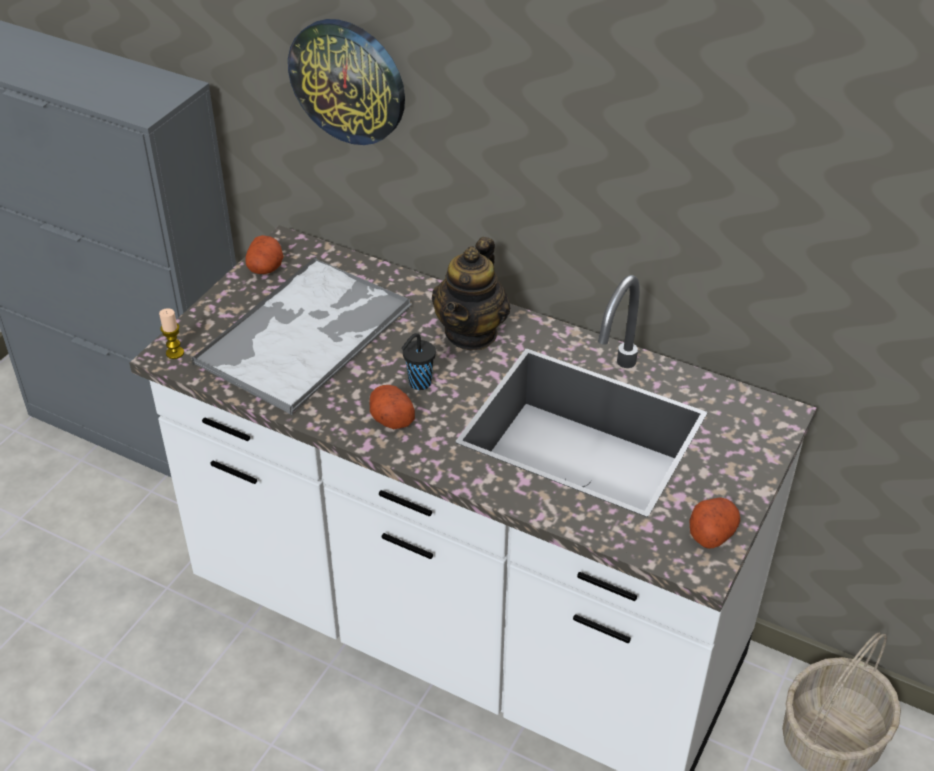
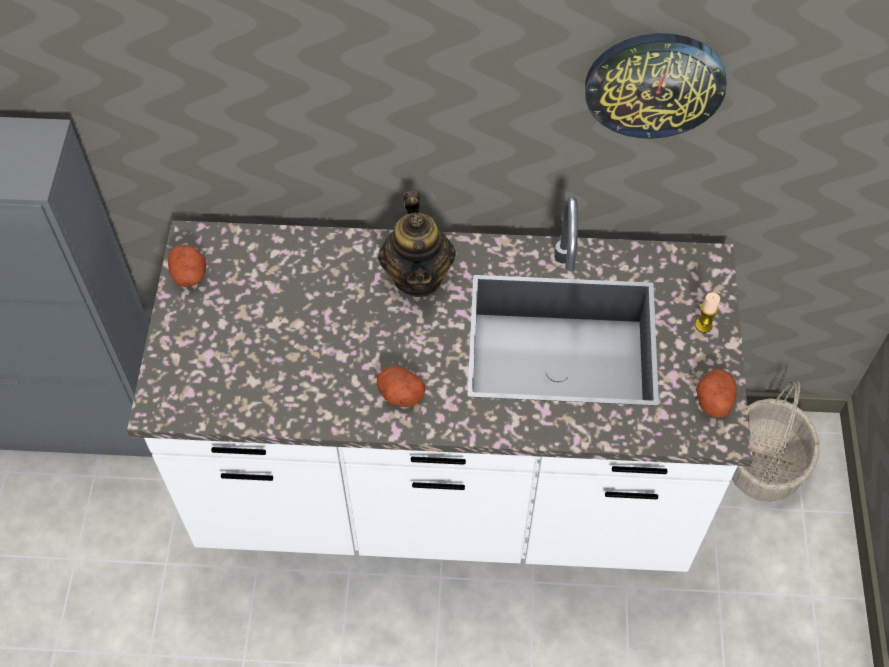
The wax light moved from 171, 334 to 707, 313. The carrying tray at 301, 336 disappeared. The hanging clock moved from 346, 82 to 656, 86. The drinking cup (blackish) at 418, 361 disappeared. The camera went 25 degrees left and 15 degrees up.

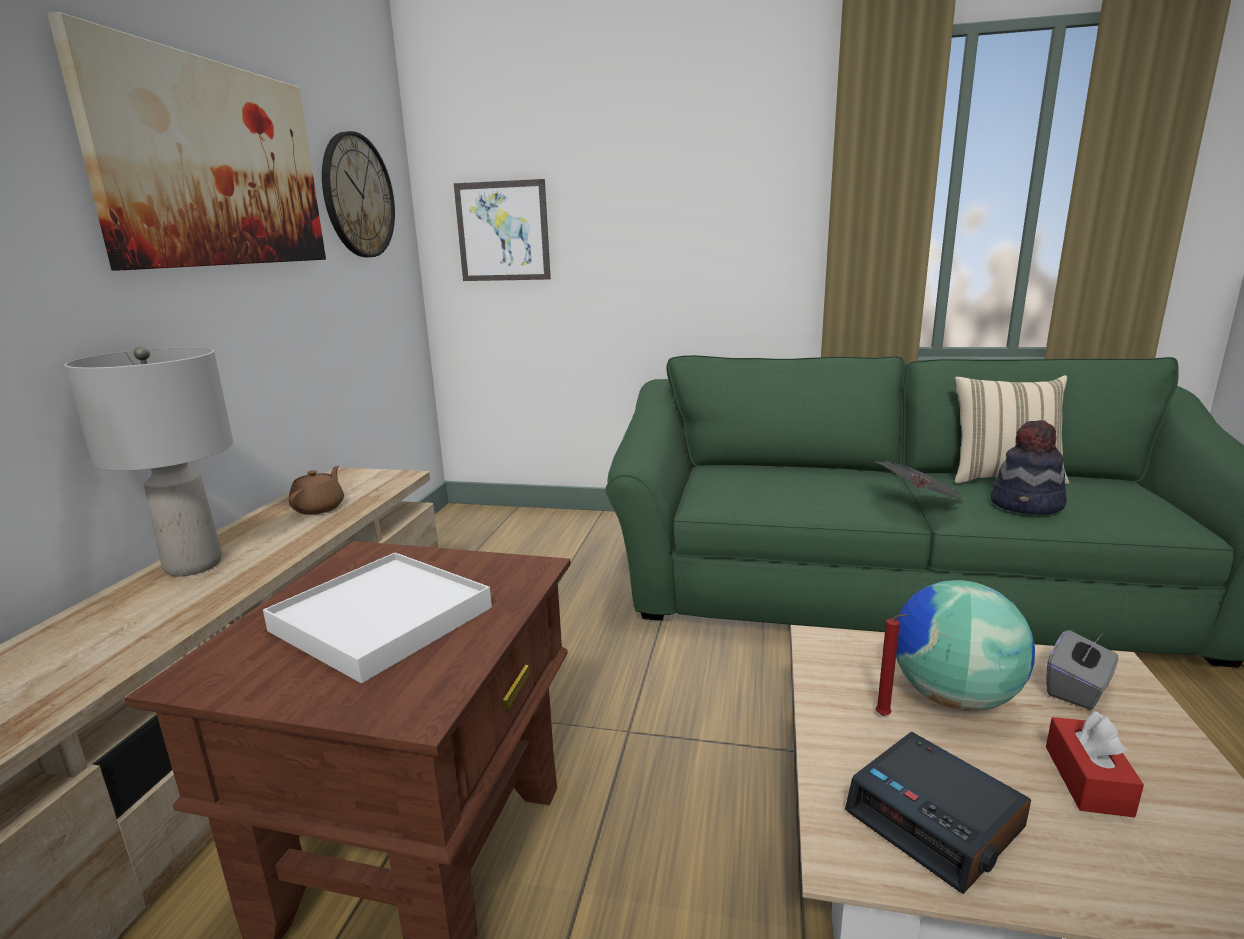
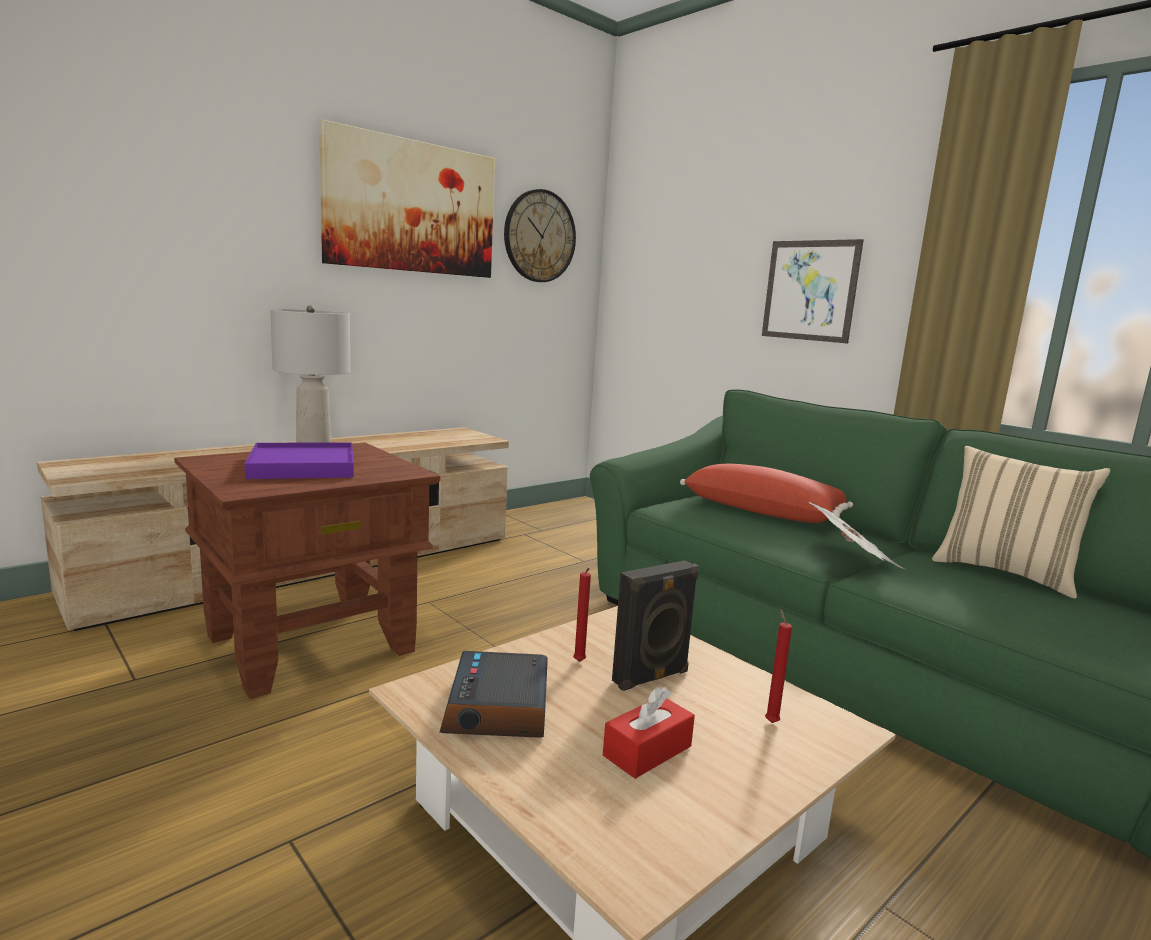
The carrying tray (white) at 377, 618 became the carrying tray (purple-coloured) at 299, 461. The pot for tea (brown-coloured) at 316, 490 disappeared. The picture moved from 502, 230 to 813, 291. The world globe at 965, 645 was replaced by the audio speaker (blackish) at 655, 625. The clothing hat at 1028, 467 disappeared. The box of tissues (grey) at 1082, 670 was replaced by the wax light (reddish) at 778, 665. The throw pillow (reddish) at 766, 493 appeared. The camera went 35 degrees right and 5 degrees down.

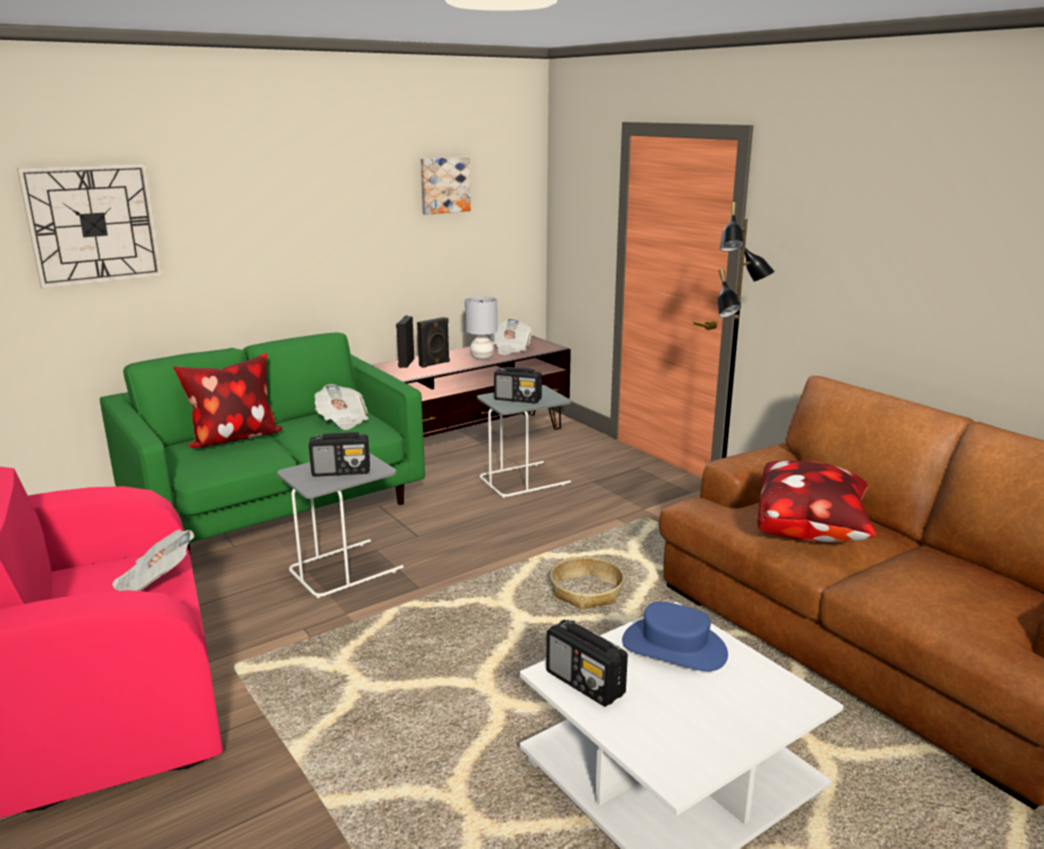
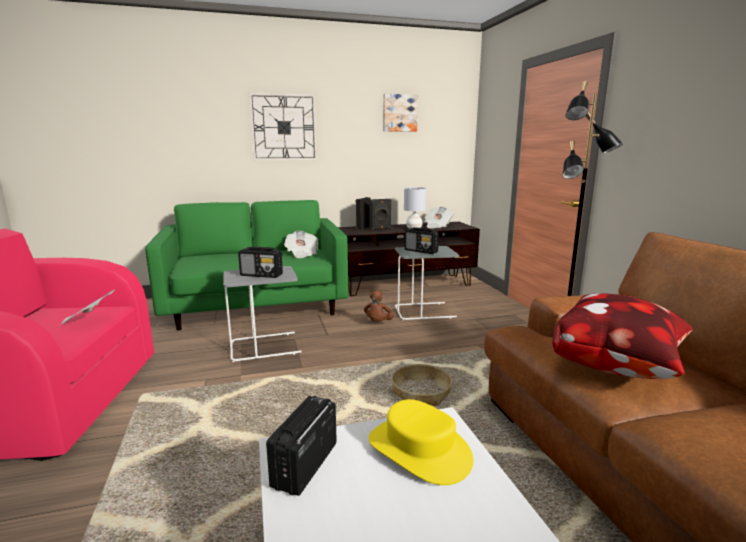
The hanging clock moved from 89, 225 to 283, 127. The throw pillow at 228, 400 disappeared. The radio at 587, 663 turned 45 degrees clockwise. The clothing hat (blue) at 675, 636 became the clothing hat (yellow-coloured) at 420, 442. The soft toy (brown-coloured) at 379, 306 appeared. The camera went 20 degrees right and 5 degrees down.

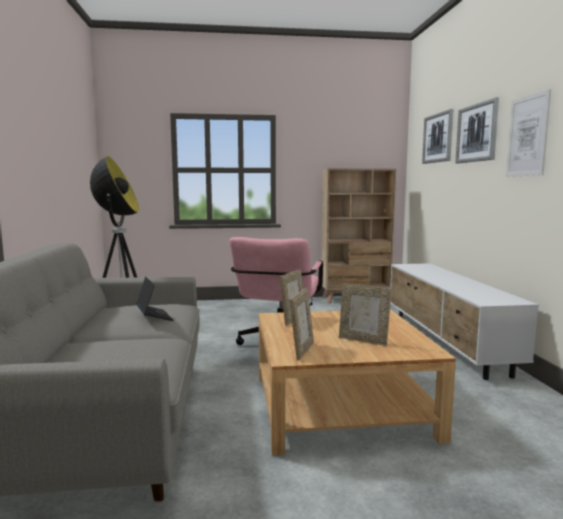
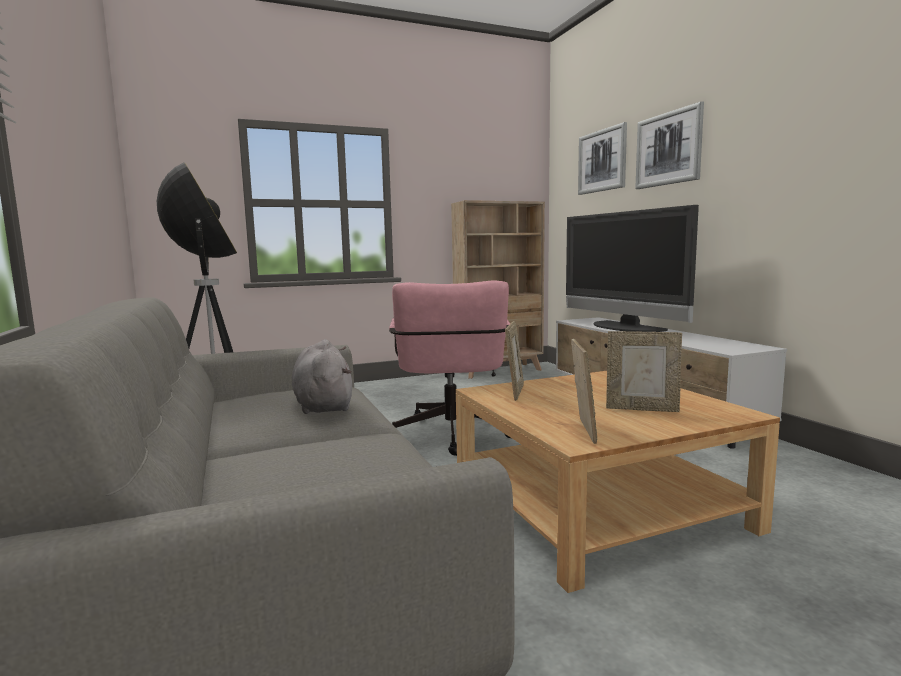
The portable computer at 155, 299 was replaced by the soft toy (grey) at 322, 376. The picture at 528, 133 disappeared. The TV at 632, 268 appeared. The camera went 15 degrees left and 0 degrees up.

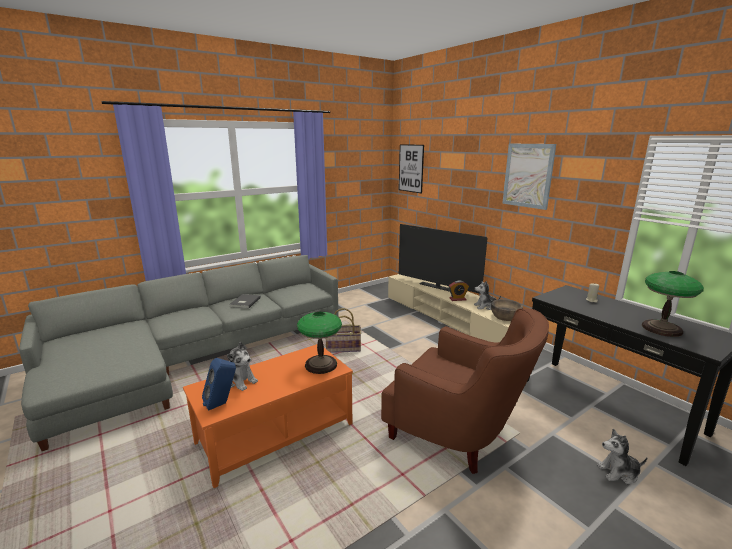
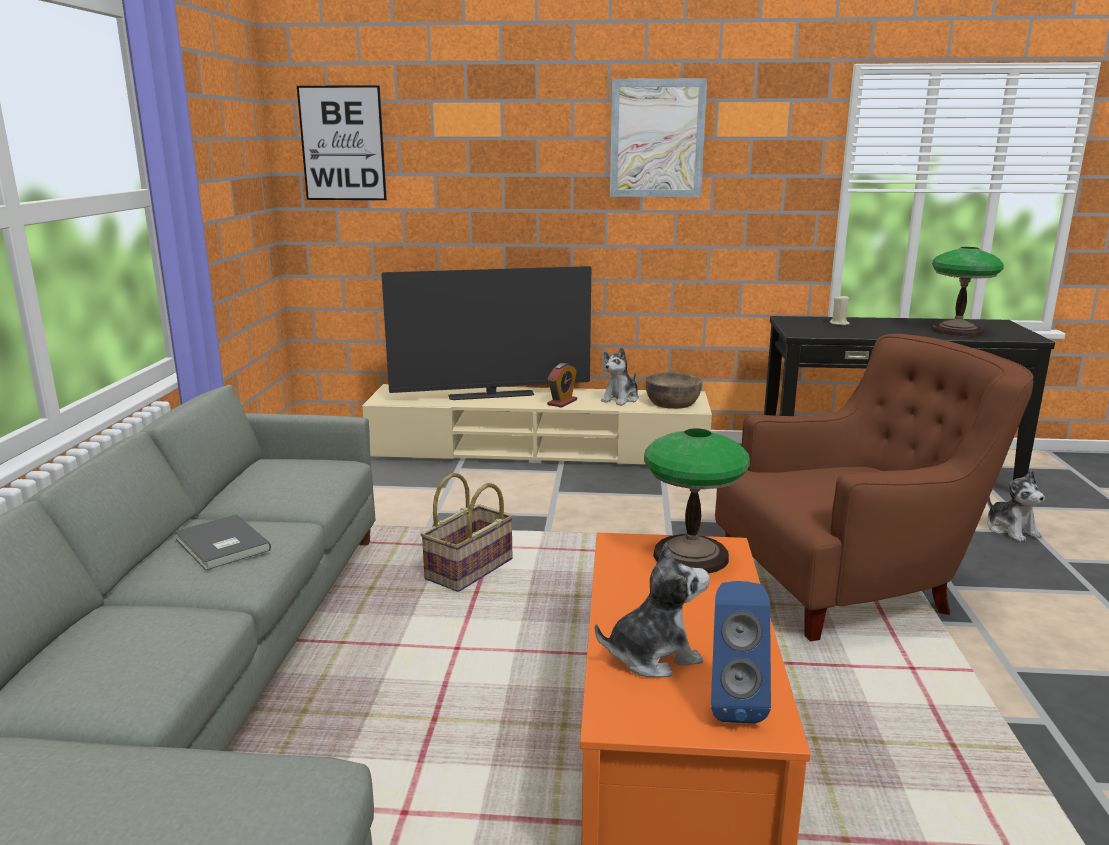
The soft toy at 622, 456 turned 60 degrees counterclockwise. The camera went 50 degrees left and 0 degrees up.

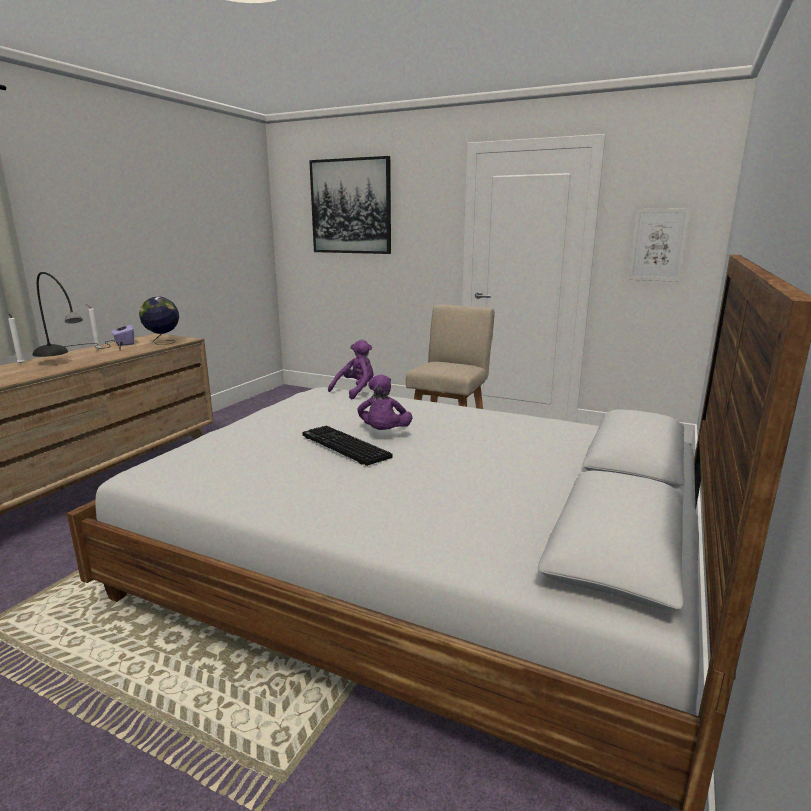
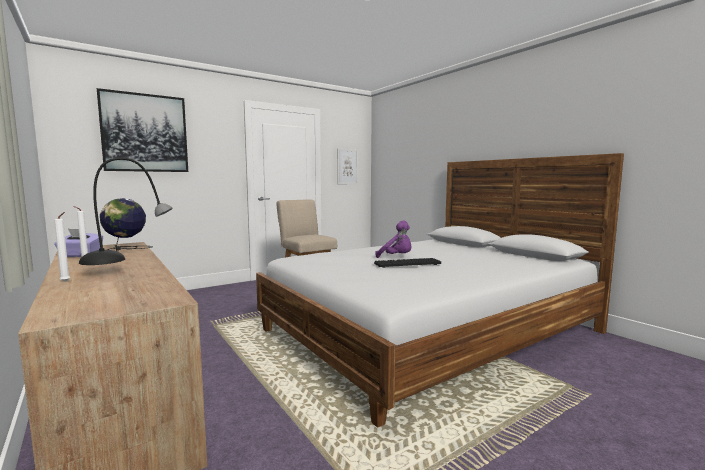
The soft toy (purple-coloured) at 351, 369 disappeared. The camera went 60 degrees left and 10 degrees down.

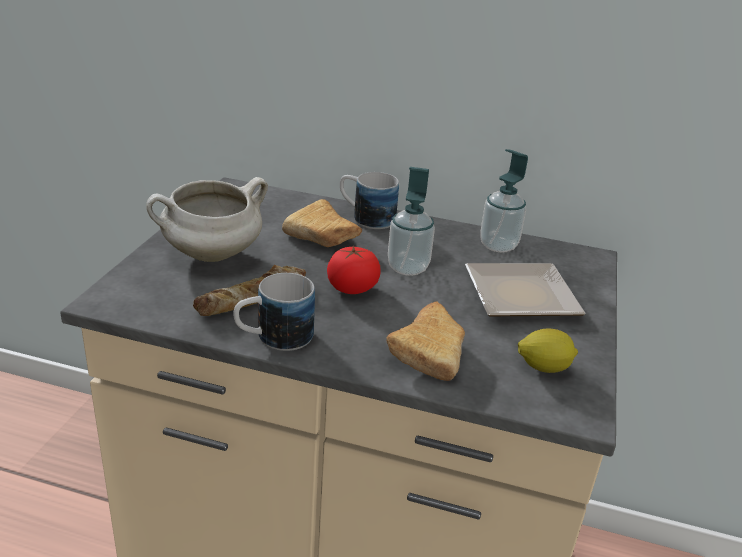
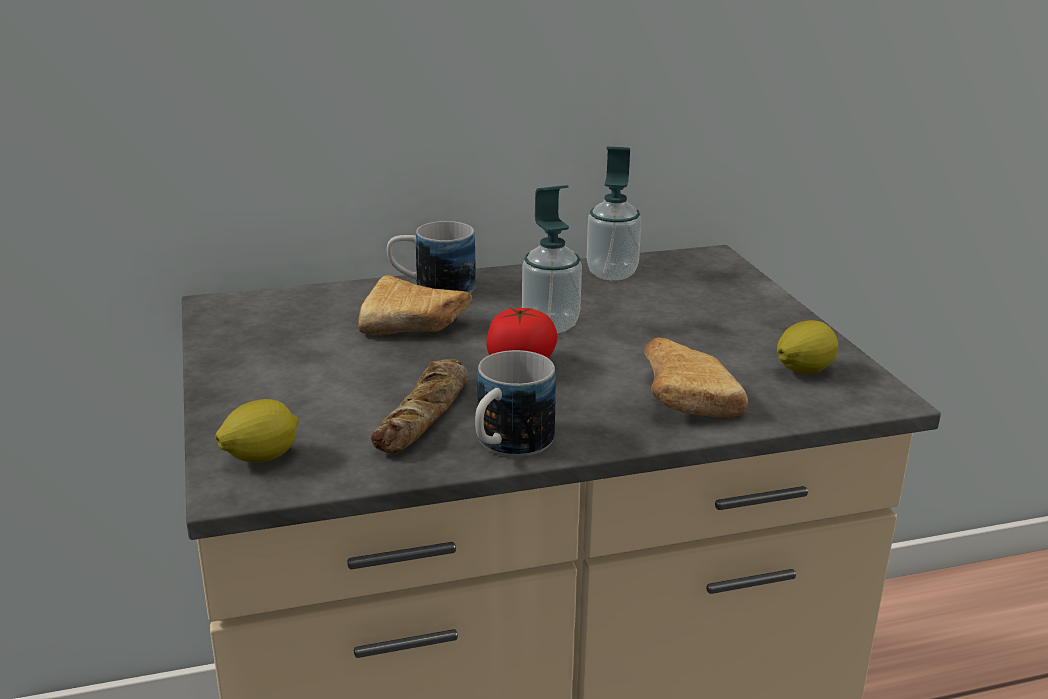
The stockpot (white) at 207, 219 disappeared. The plate at 525, 289 disappeared. The whole lemon at 257, 431 appeared. The camera went 30 degrees left and 5 degrees down.

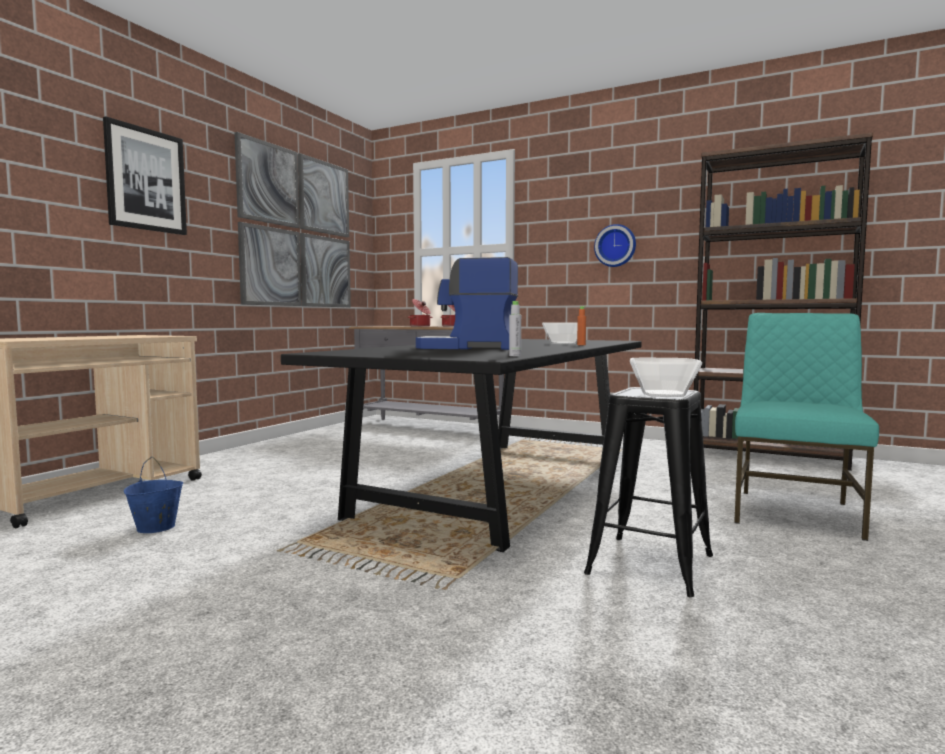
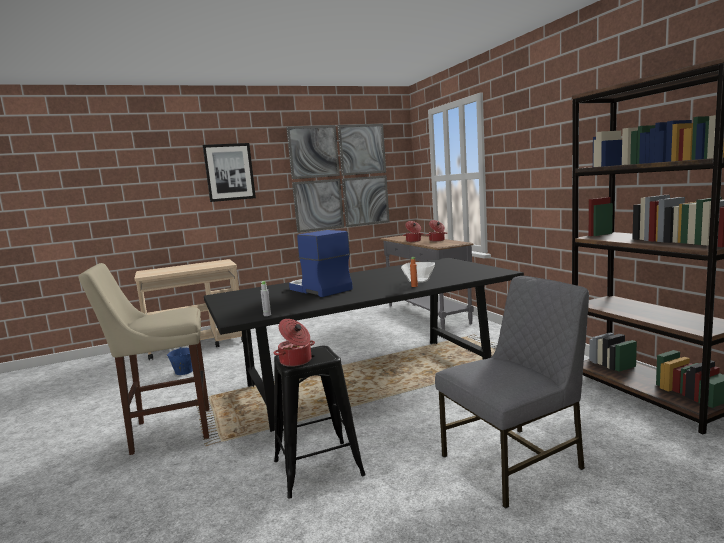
The hanging clock at 615, 245 disappeared. The serving bowl at 666, 377 was replaced by the stockpot at 294, 343. The upright chair (blue-green) at 806, 427 became the upright chair (grey) at 512, 392. The stool (sand-coloured) at 144, 359 appeared. The camera went 40 degrees right and 5 degrees up.

